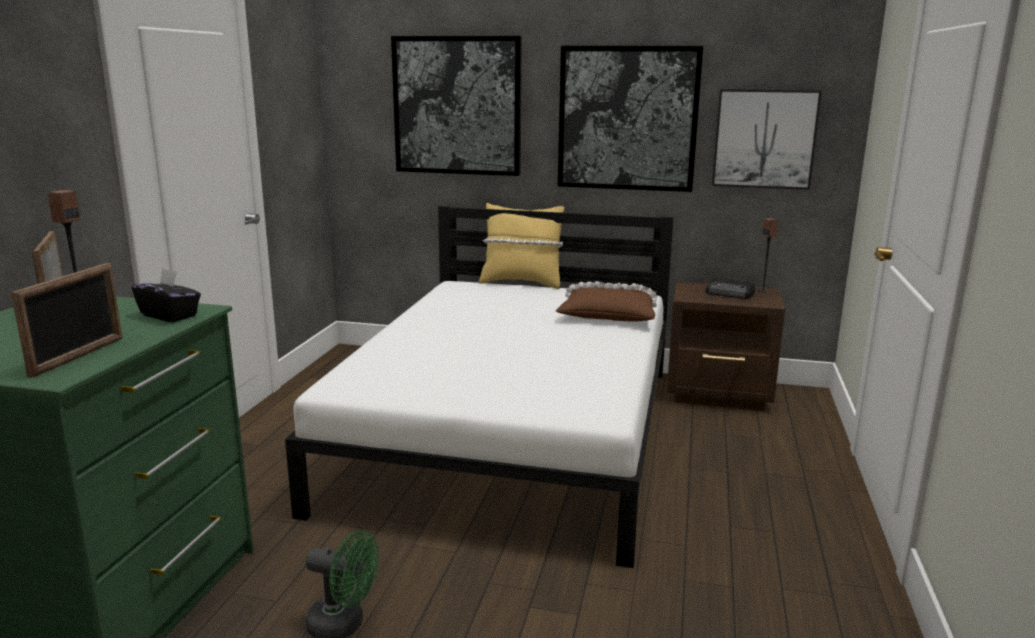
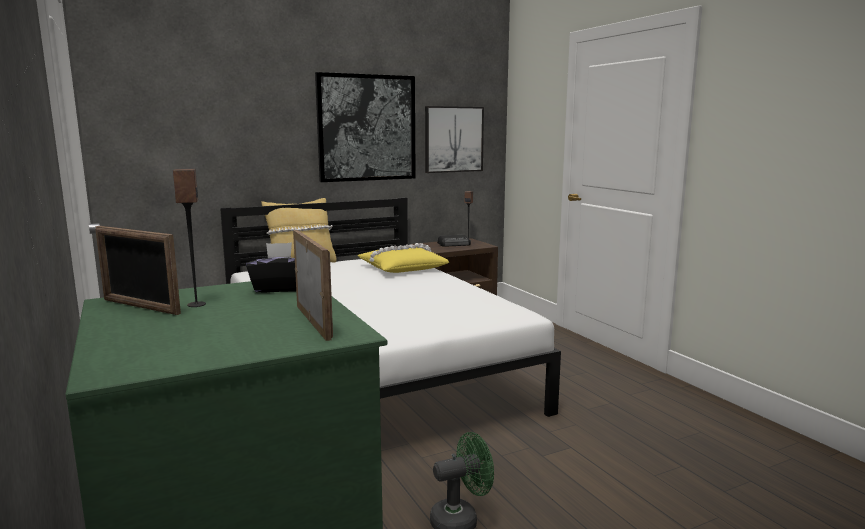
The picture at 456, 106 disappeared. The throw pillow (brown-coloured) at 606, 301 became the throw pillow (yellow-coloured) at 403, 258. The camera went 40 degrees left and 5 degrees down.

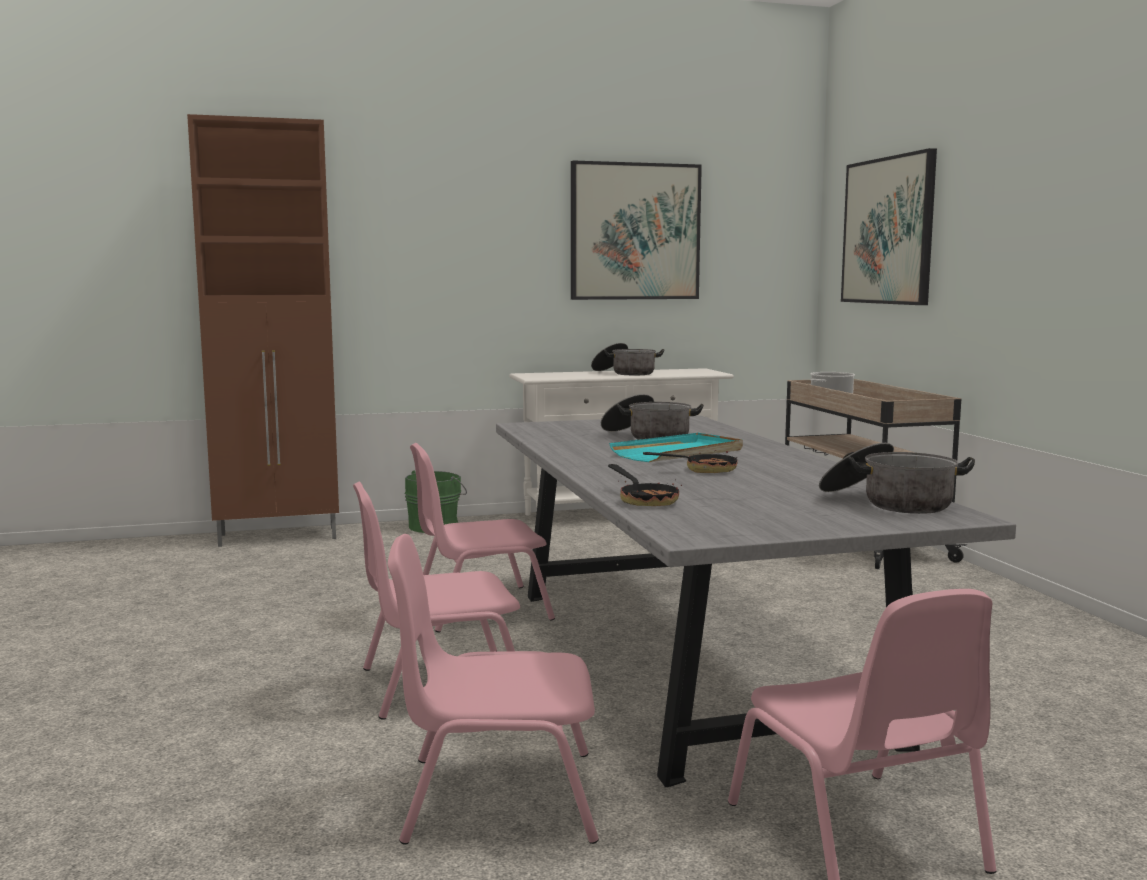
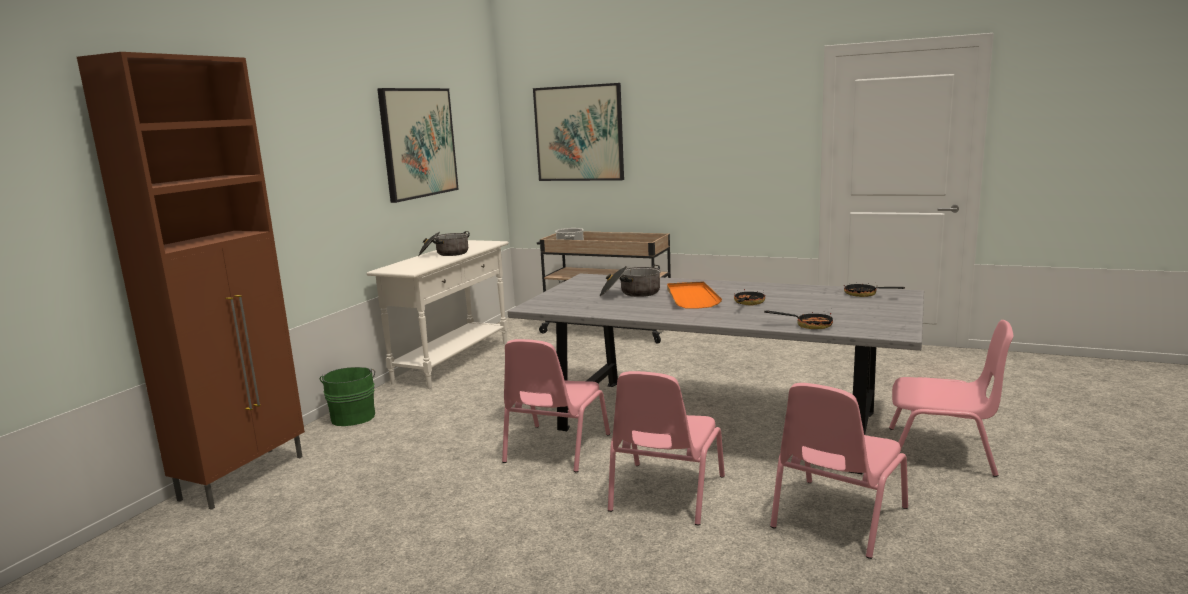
The carrying tray (blue-green) at 676, 447 became the carrying tray (orange) at 694, 295. The stockpot at 897, 478 was replaced by the frying pan at 874, 287. The camera went 50 degrees left and 5 degrees up.

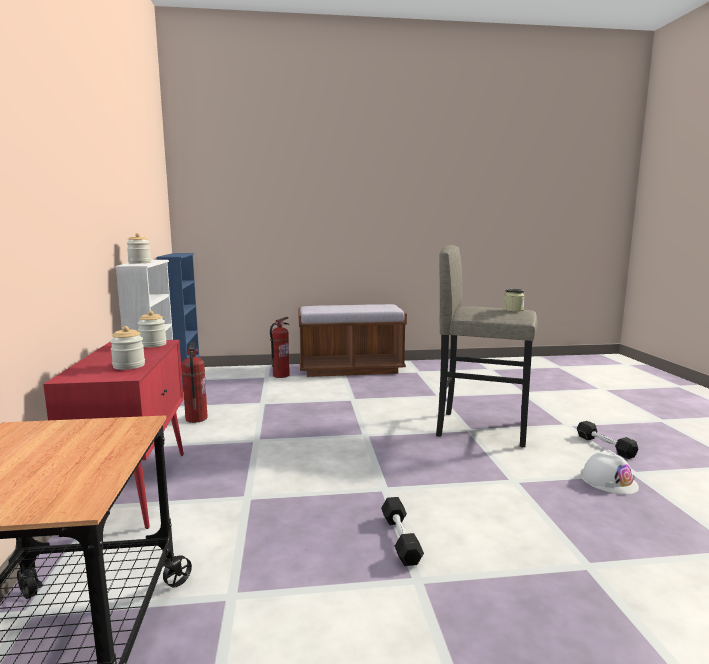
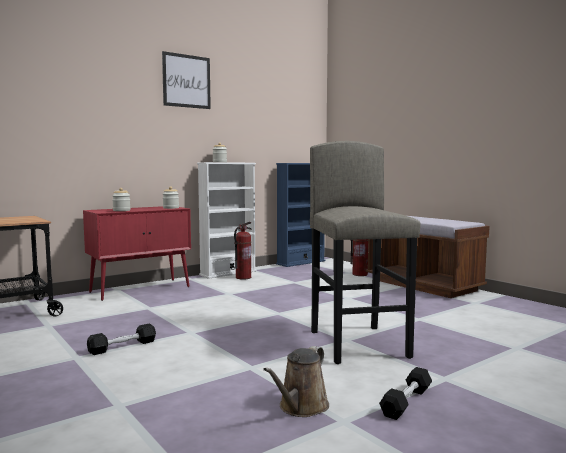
The storage jar at 514, 300 disappeared. The safety helmet (white) at 610, 472 was replaced by the sprinkling can (brown-coloured) at 296, 381. The picture at 186, 80 appeared. The camera went 60 degrees right and 5 degrees down.

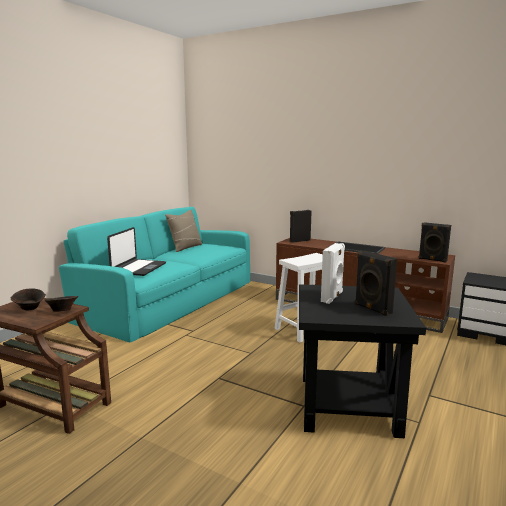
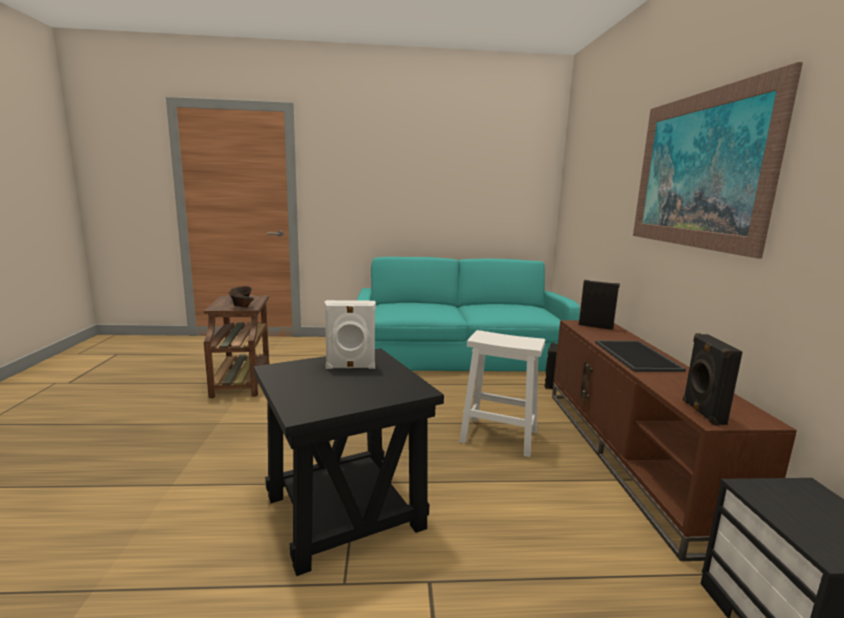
The portable computer at 136, 251 disappeared. The throw pillow (sand-coloured) at 183, 231 disappeared. The audio speaker (blackish) moved from 376, 283 to 551, 366. The picture at 718, 160 appeared. The camera went 55 degrees right and 0 degrees up.

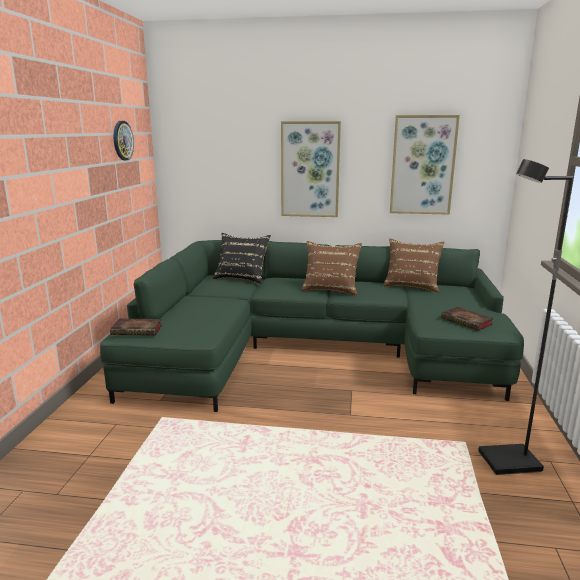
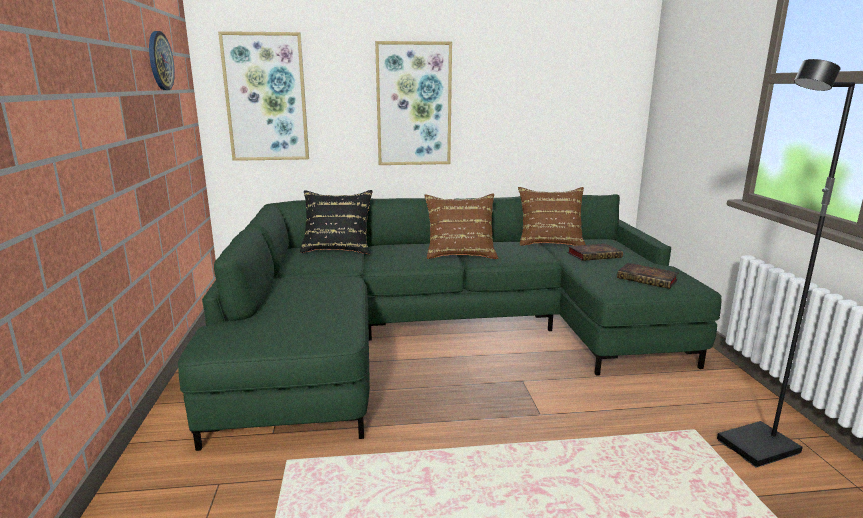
The book moved from 136, 327 to 595, 252. The picture moved from 425, 165 to 263, 96. The camera went 15 degrees left and 0 degrees up.

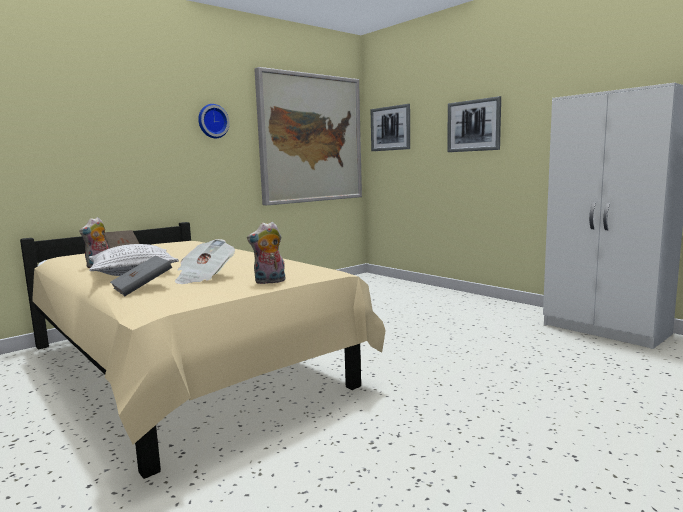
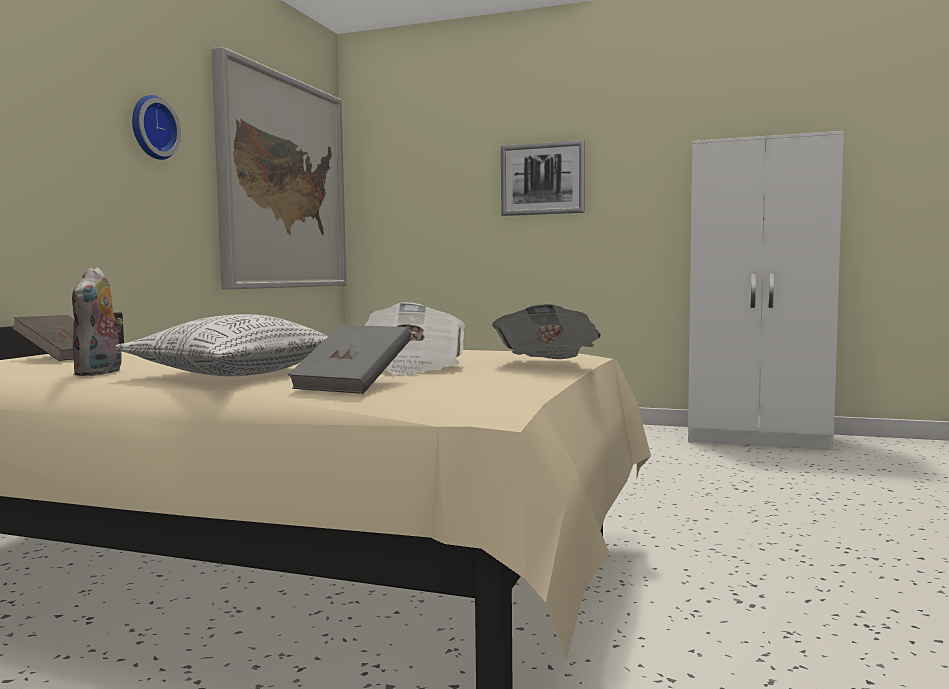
The soft toy at 266, 253 was replaced by the newspaper at 546, 331. The picture at 390, 127 disappeared. The camera went 30 degrees left and 5 degrees down.

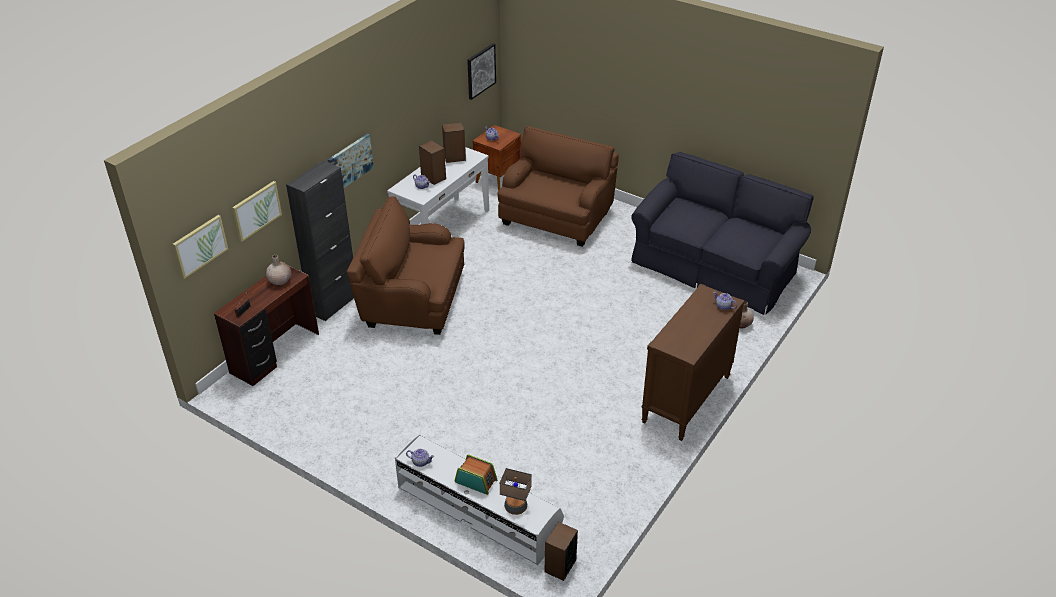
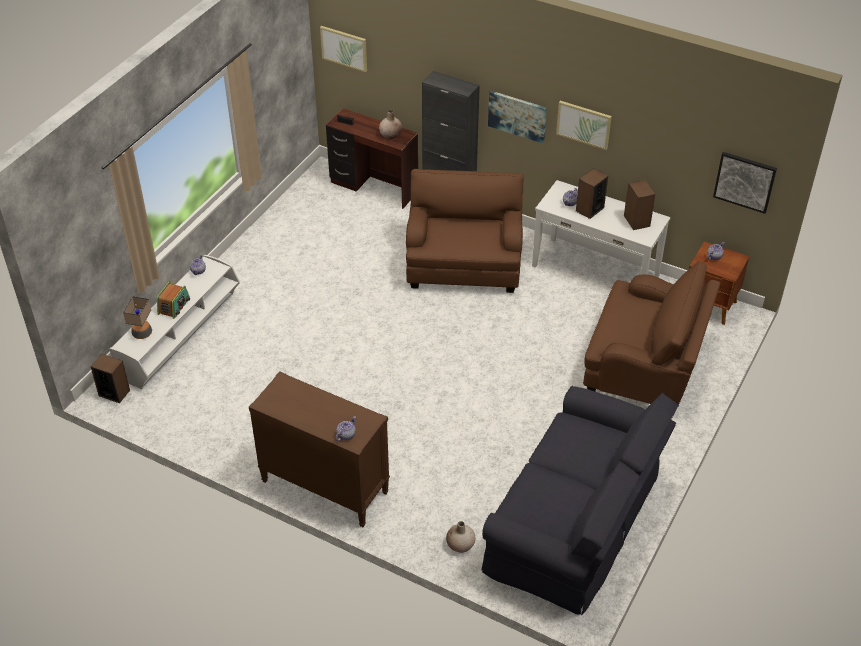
The picture moved from 257, 211 to 584, 125. The camera went 85 degrees right and 5 degrees up.

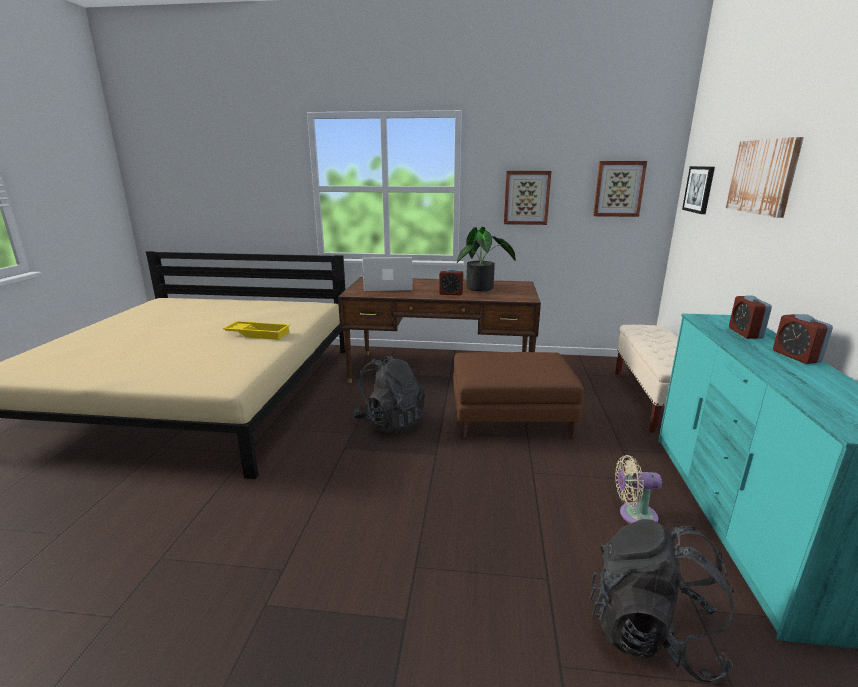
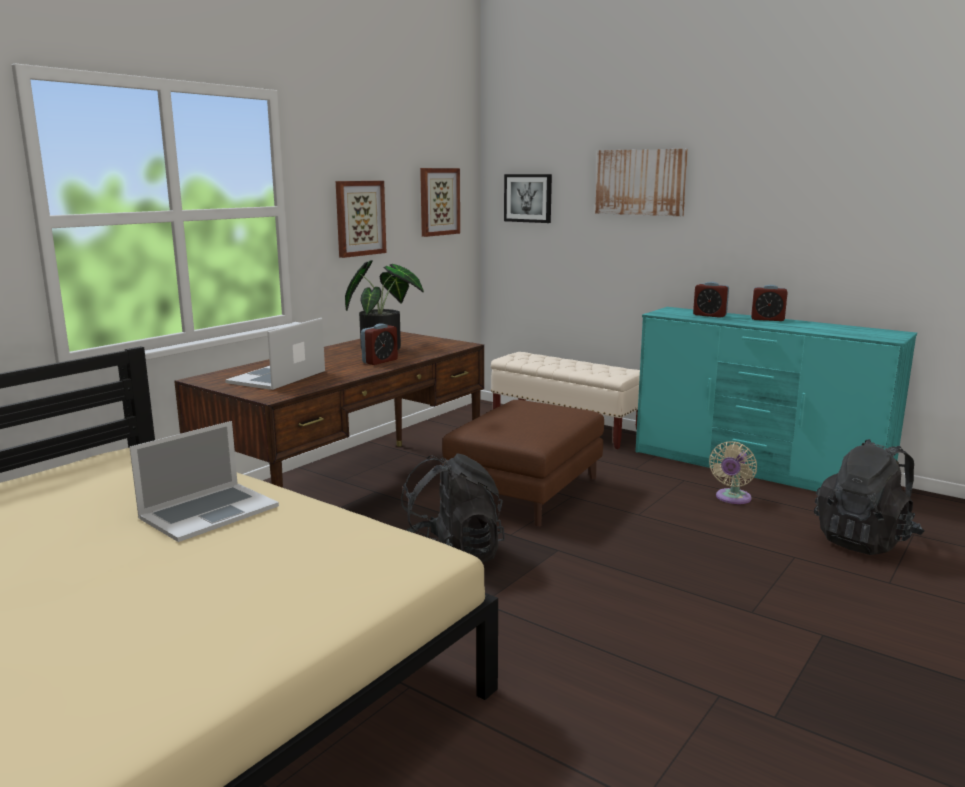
The carrying tray (yellow-coloured) at 256, 330 was replaced by the portable computer at 204, 481. The camera went 60 degrees left and 5 degrees down.

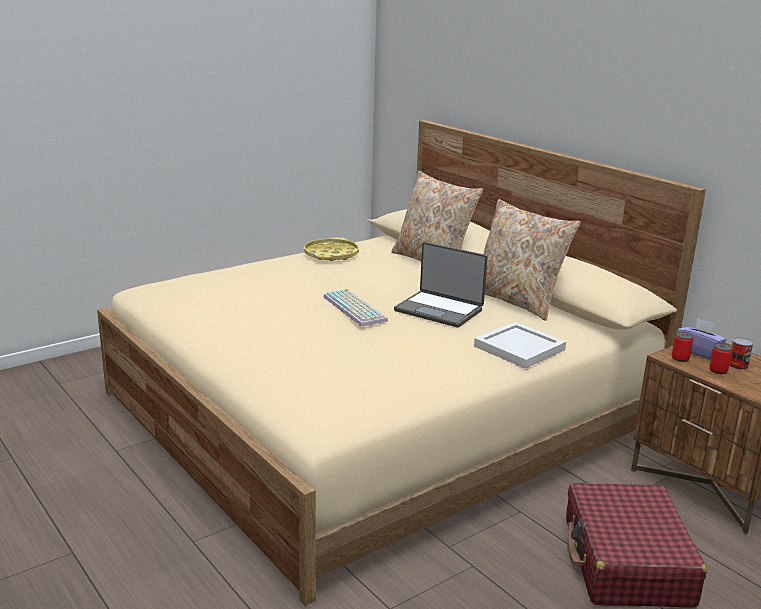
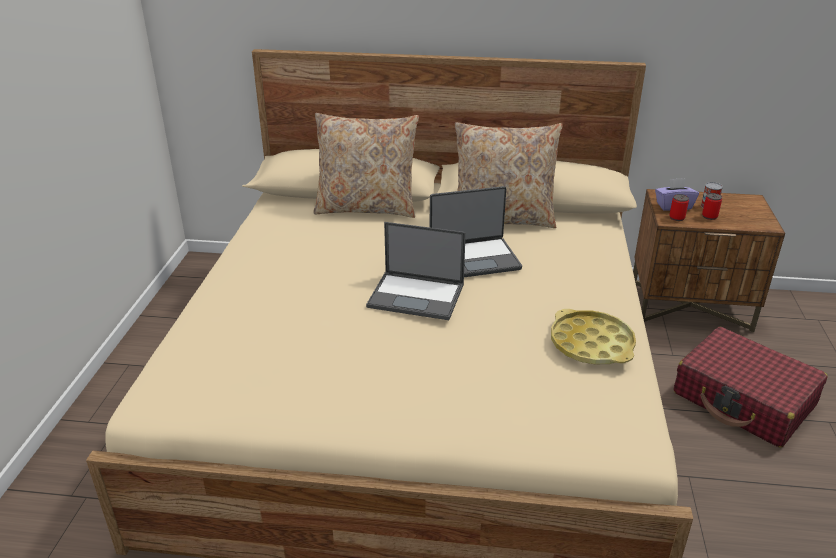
The carrying tray (yellow-coloured) moved from 331, 249 to 593, 336. The PC keyboard at 356, 308 was replaced by the portable computer at 416, 271. The carrying tray (white) at 520, 345 disappeared. The camera went 45 degrees left and 10 degrees up.

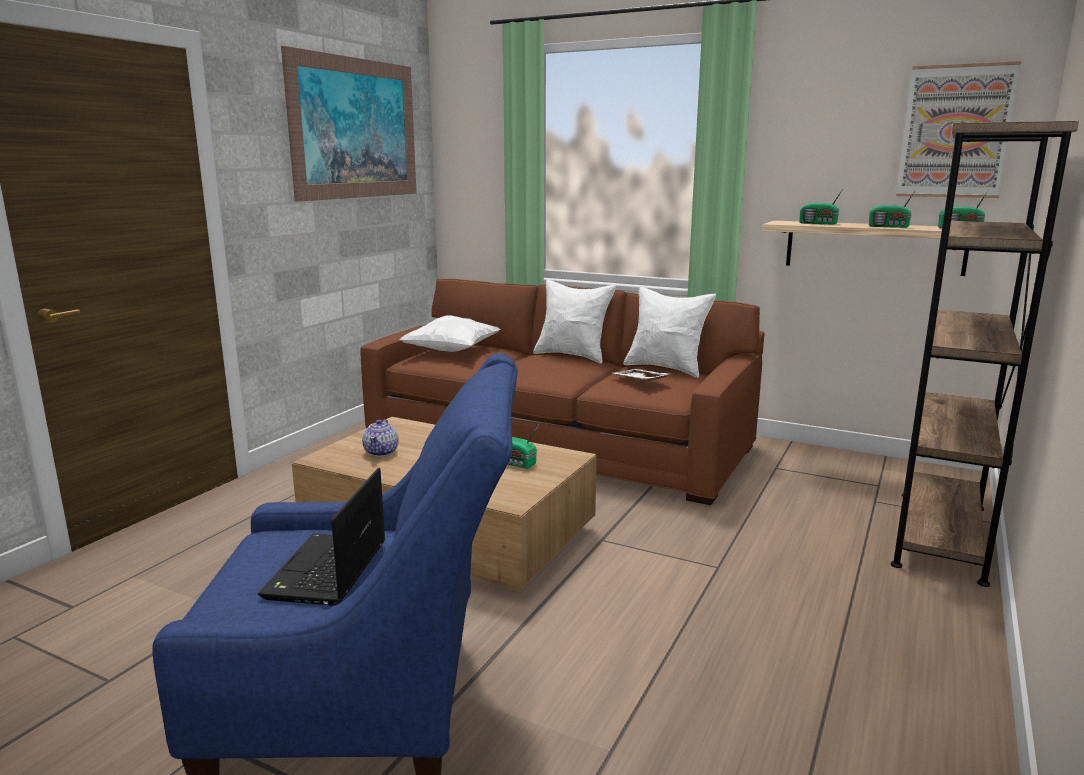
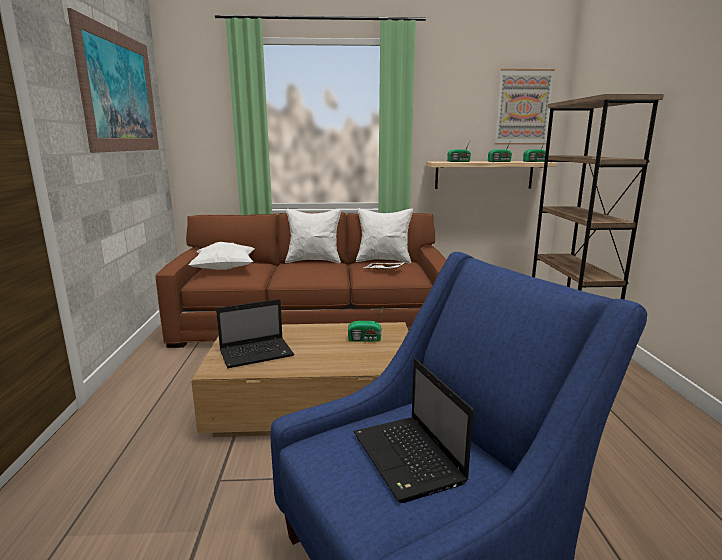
The pot for tea at 380, 438 was replaced by the portable computer at 255, 333. The camera went 30 degrees left and 0 degrees up.

